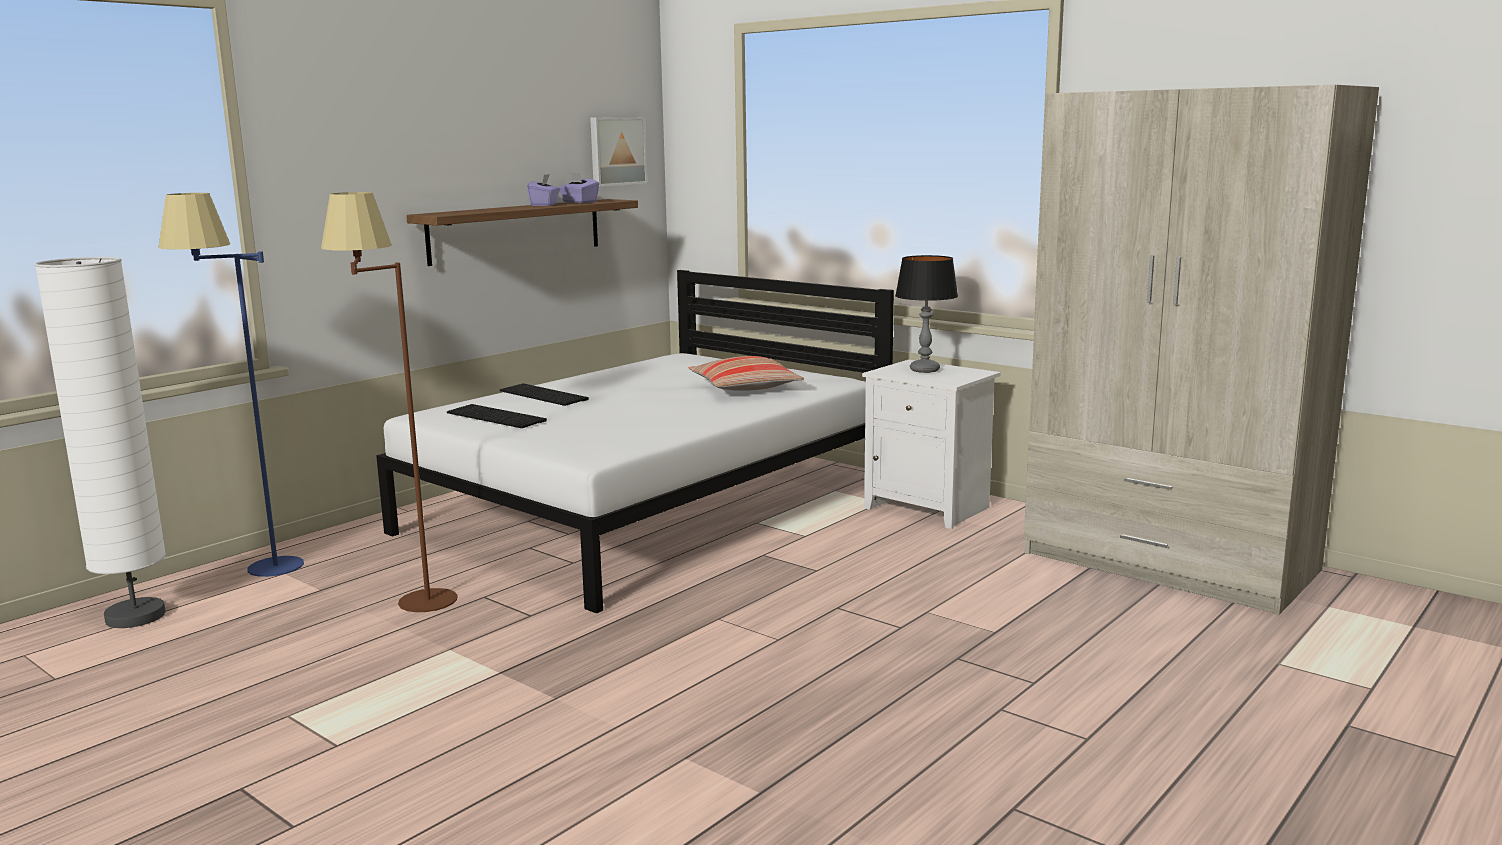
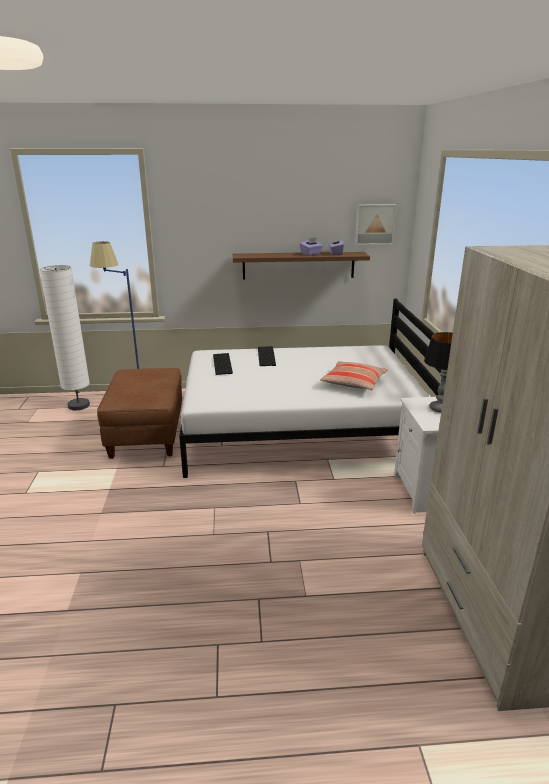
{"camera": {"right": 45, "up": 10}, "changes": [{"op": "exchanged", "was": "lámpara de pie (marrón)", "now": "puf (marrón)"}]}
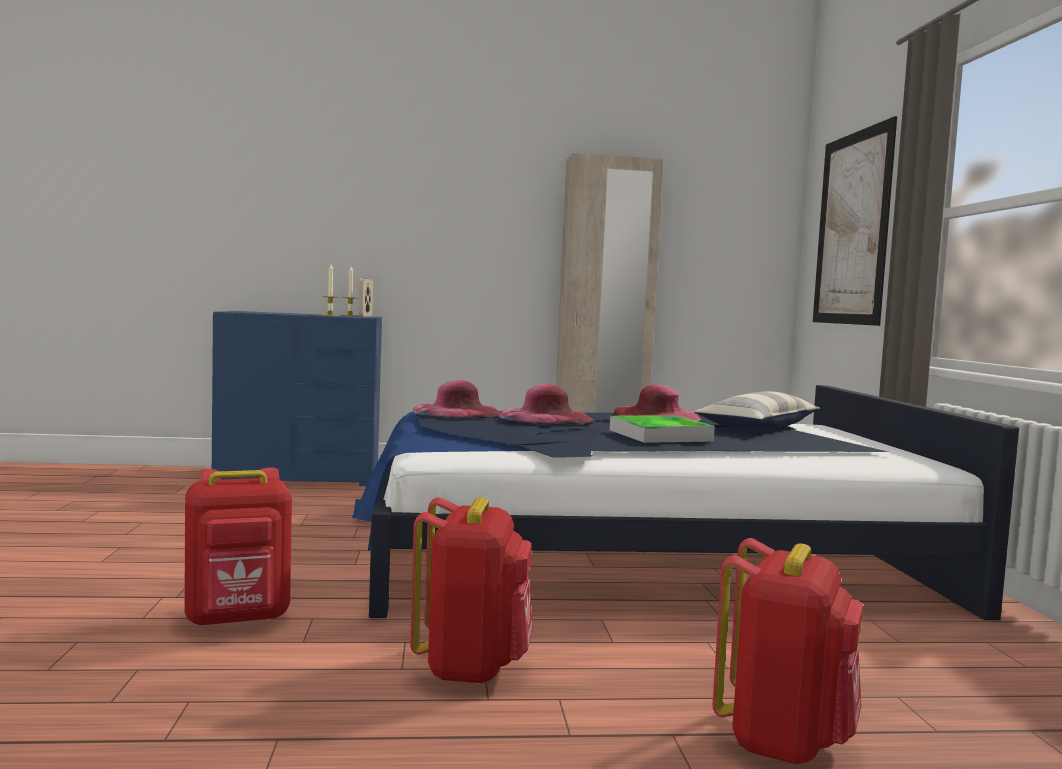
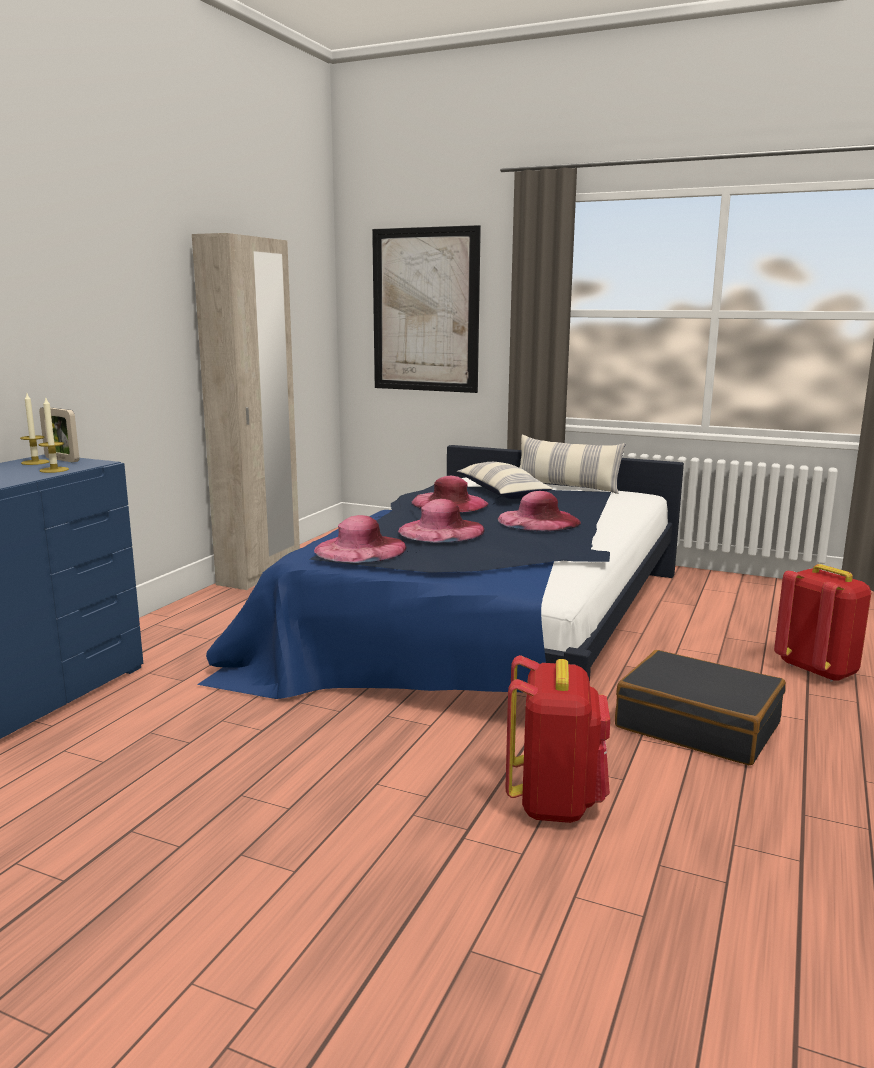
{"camera": {"right": -60, "up": 10}, "changes": [{"op": "exchanged", "was": "bandeja", "now": "sombrero (rosa) (no. 4 from left)"}, {"op": "exchanged", "was": "mochila (rojo) (no. 2 from left)", "now": "maleta (negro)"}, {"op": "appeared", "now": "cojín (no. 2 from left)"}]}
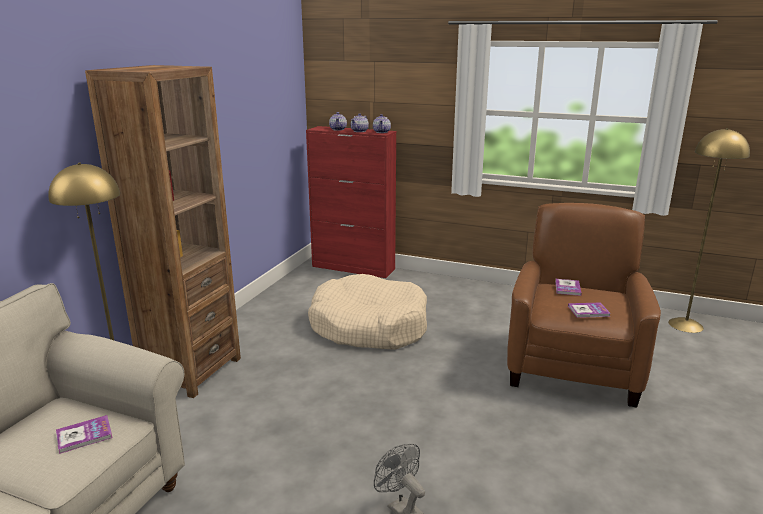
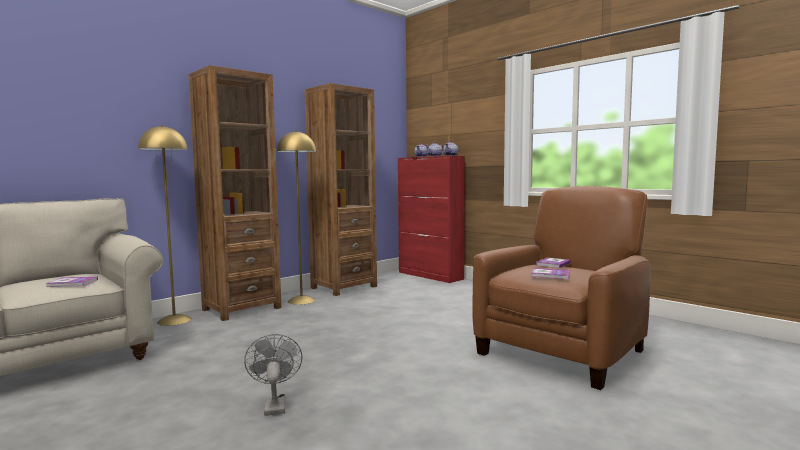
{"camera": {"right": 25, "up": -15}, "changes": [{"op": "relocated", "was": "lámpara de pie (amarillo) (no. 2 from left)"}, {"op": "missing", "was": "cama para perro (beis)"}, {"op": "appeared", "now": "estantería (marrón) (no. 2 from left)"}]}
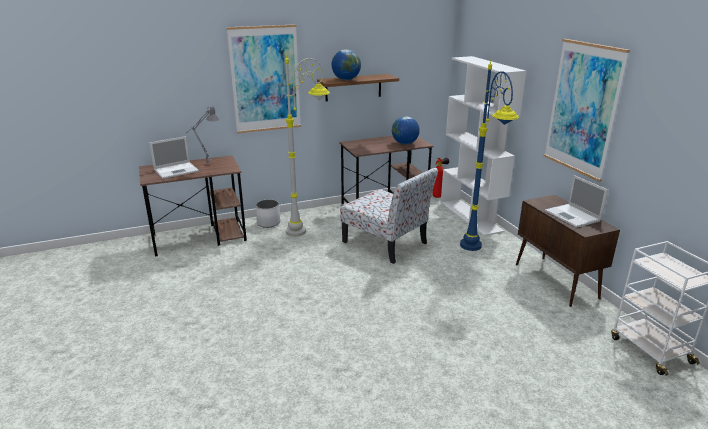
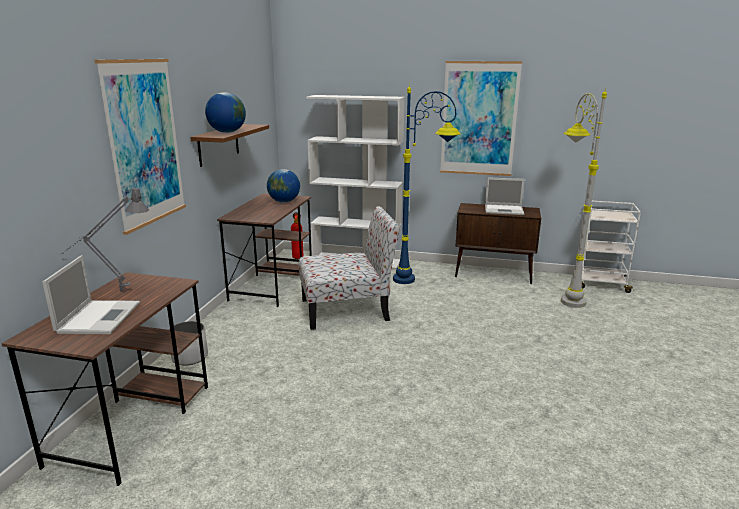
{"camera": {"right": -55, "up": -5}, "changes": [{"op": "relocated", "was": "lámpara de pie (gris)"}]}
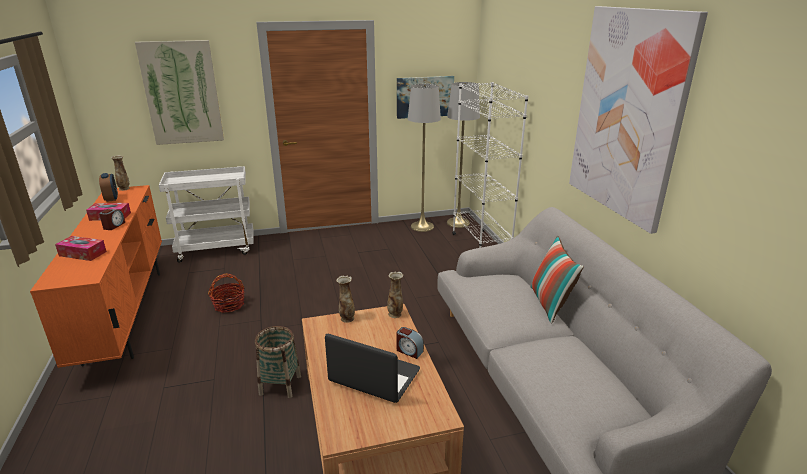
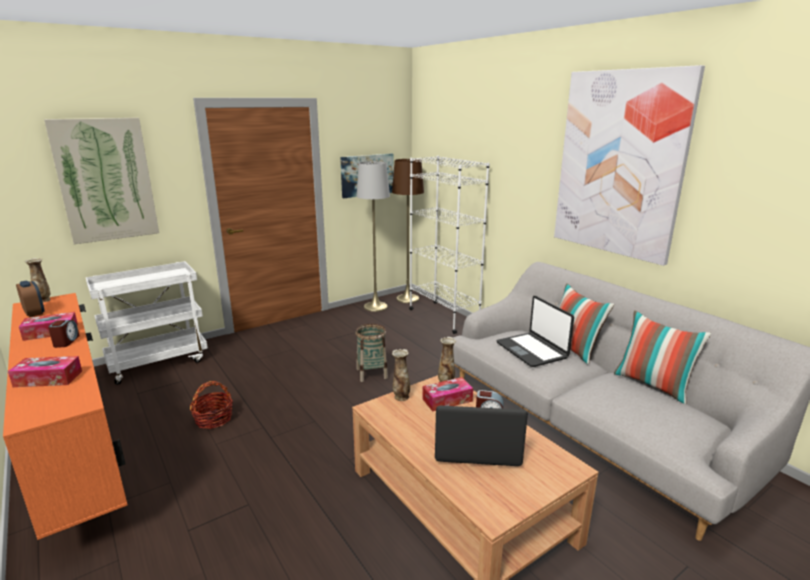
{"camera": {"right": -20, "up": -5}, "changes": [{"op": "colour", "was": "lámpara de pie (gris) (no. 2 from left)", "now": "lámpara de pie (marrón)"}, {"op": "relocated", "was": "cesta (no. 2 from left)"}, {"op": "appeared", "now": "portátil (no. 2 from left)"}, {"op": "appeared", "now": "cojín (no. 2 from left)"}, {"op": "appeared", "now": "caja de pañuelos (no. 3 from left)"}]}
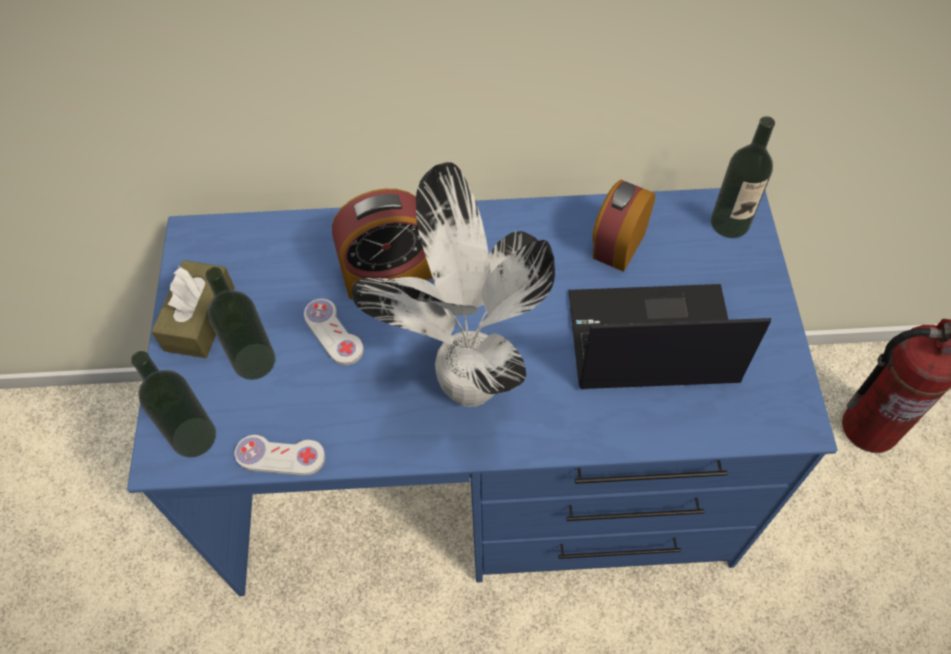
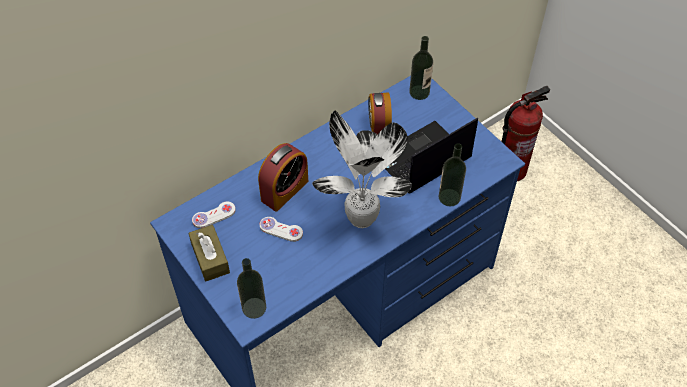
{"camera": {"right": -35, "up": -5}, "changes": [{"op": "relocated", "was": "botella (no. 2 from left in the first image)", "now": "botella (no. 3 from left)"}, {"op": "relocated", "was": "mando de consola (blanco) (no. 1 from left)"}]}
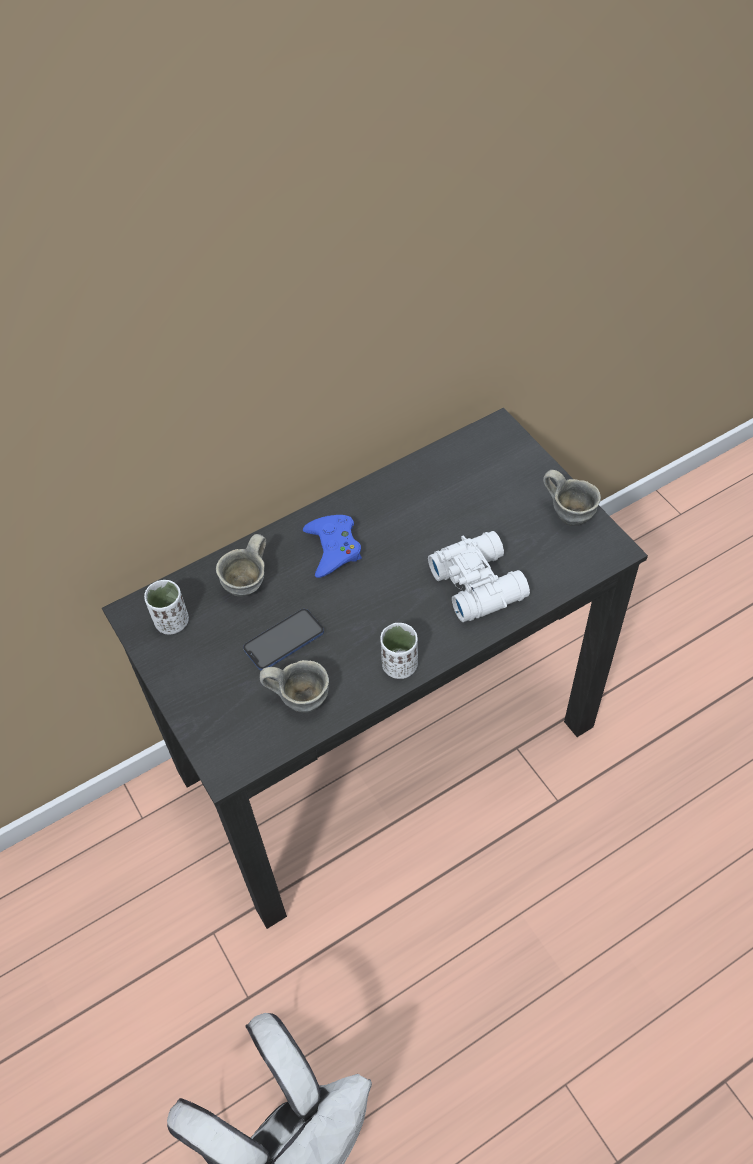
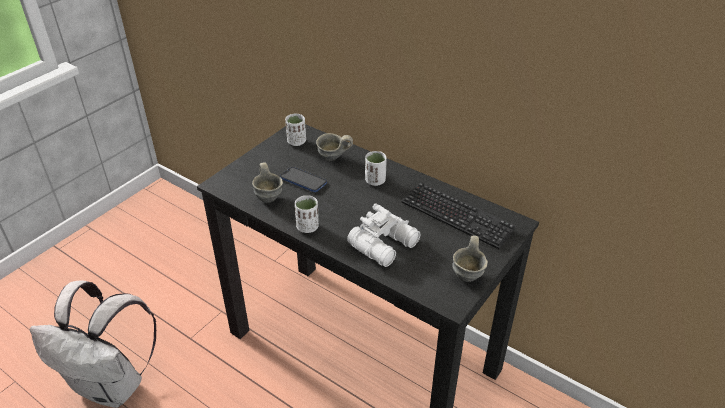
{"camera": {"right": 65, "up": -15}, "changes": [{"op": "exchanged", "was": "mando de consola (azul)", "now": "taza (blanco) (no. 3 from left)"}, {"op": "appeared", "now": "teclado"}]}
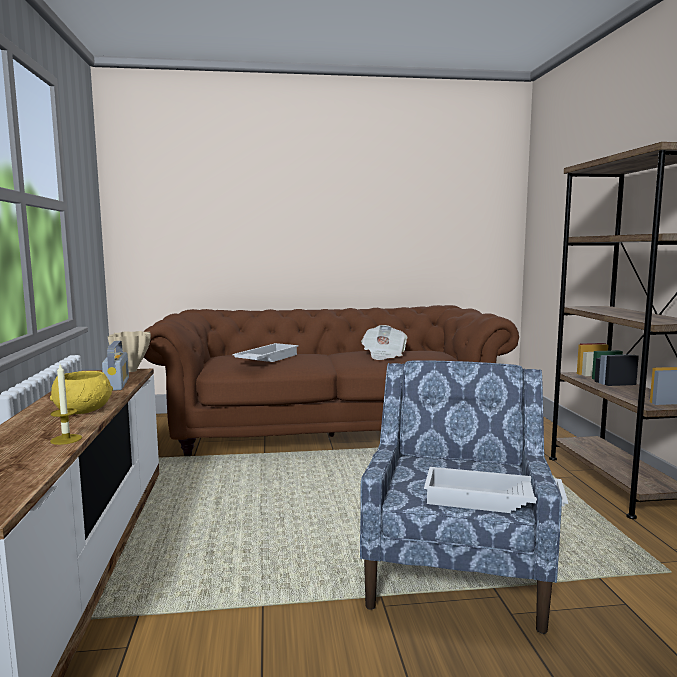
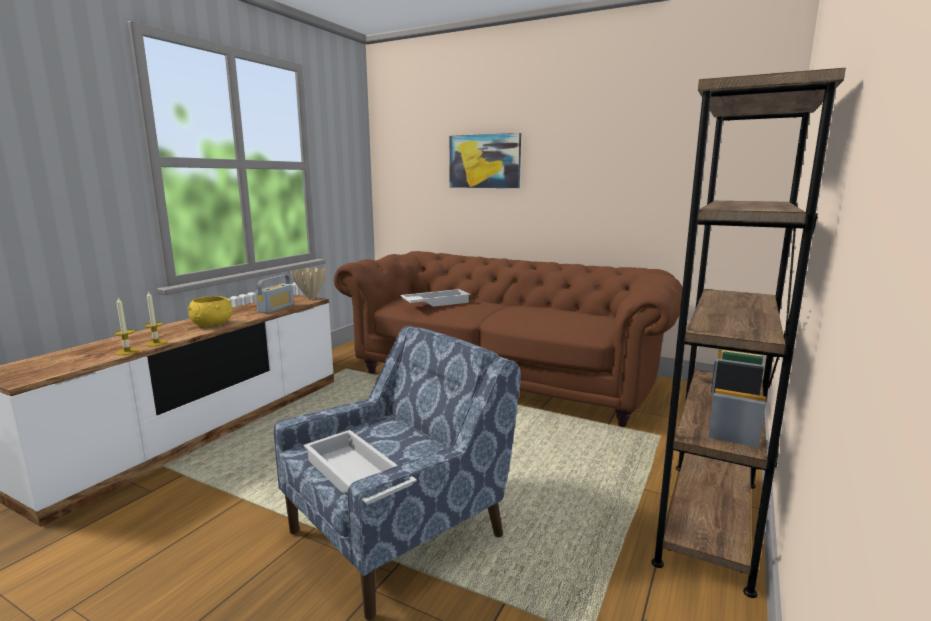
{"camera": {"right": 35, "up": 5}, "changes": [{"op": "missing", "was": "periódico"}, {"op": "appeared", "now": "cuadro"}, {"op": "appeared", "now": "vela (no. 1 from left)"}]}
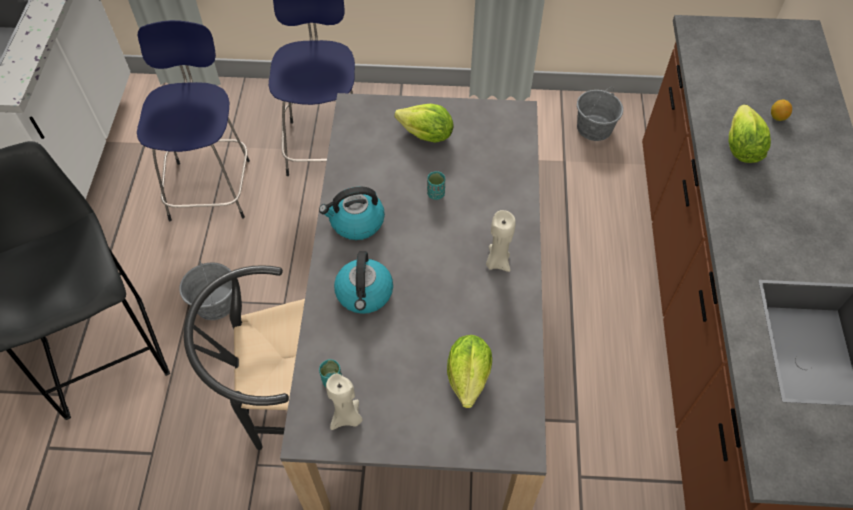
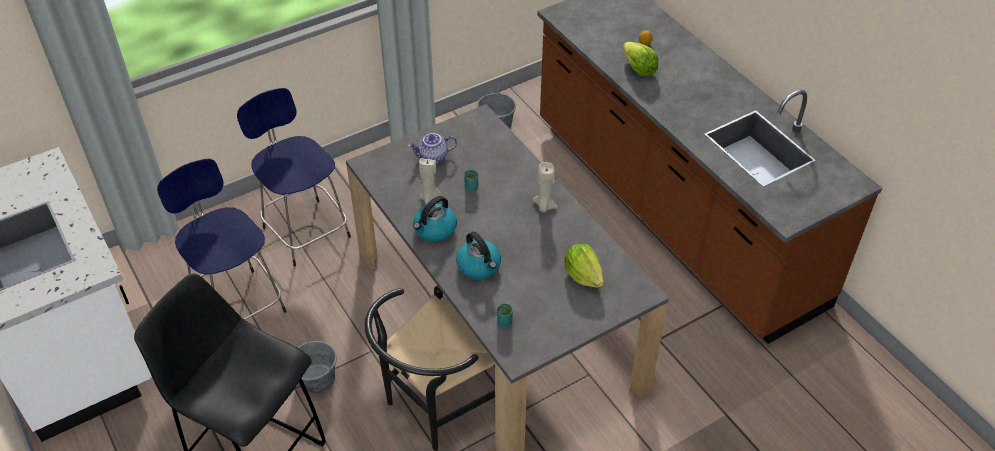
{"camera": {"right": -35, "up": -10}, "changes": [{"op": "exchanged", "was": "lechuga (no. 1 from left)", "now": "tetera"}, {"op": "relocated", "was": "vela (beis) (no. 1 from left)"}]}
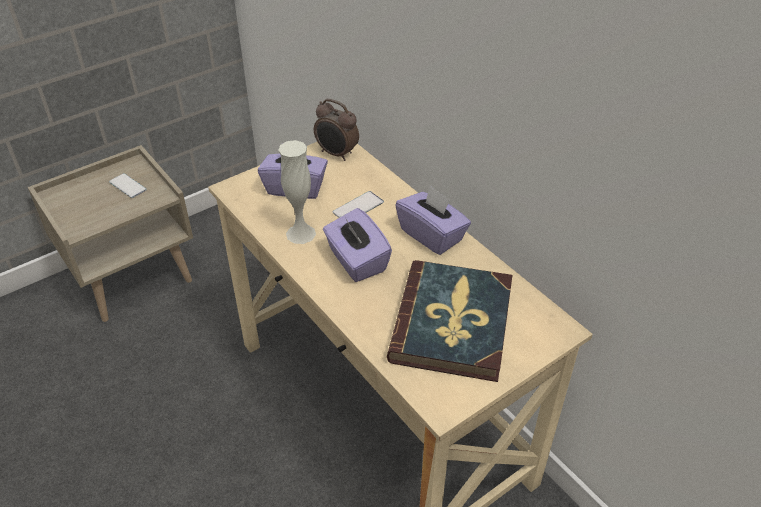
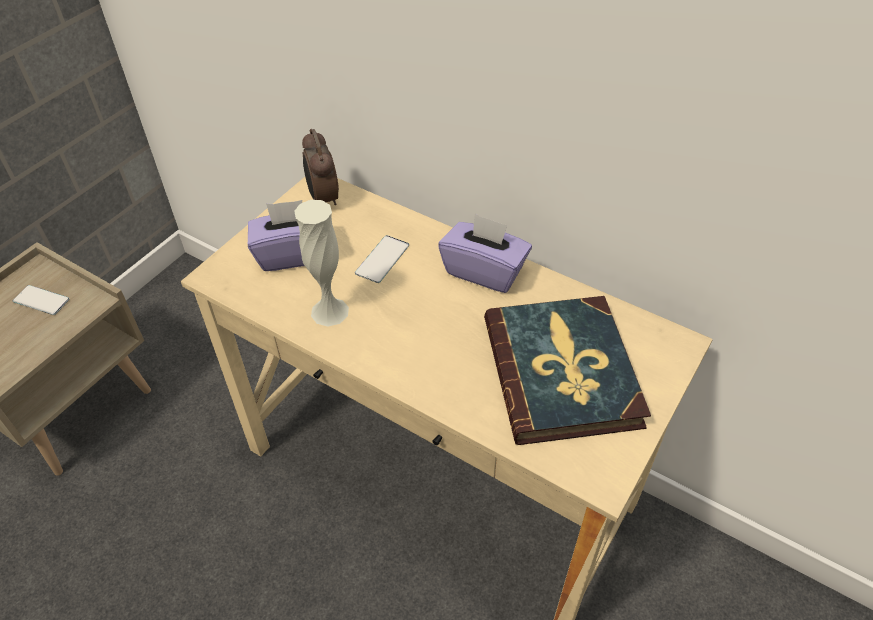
{"camera": {"right": -20, "up": 5}, "changes": [{"op": "spun", "was": "despertador", "clockwise": 60}, {"op": "missing", "was": "caja de pañuelos (morado) (no. 2 from left)"}]}
